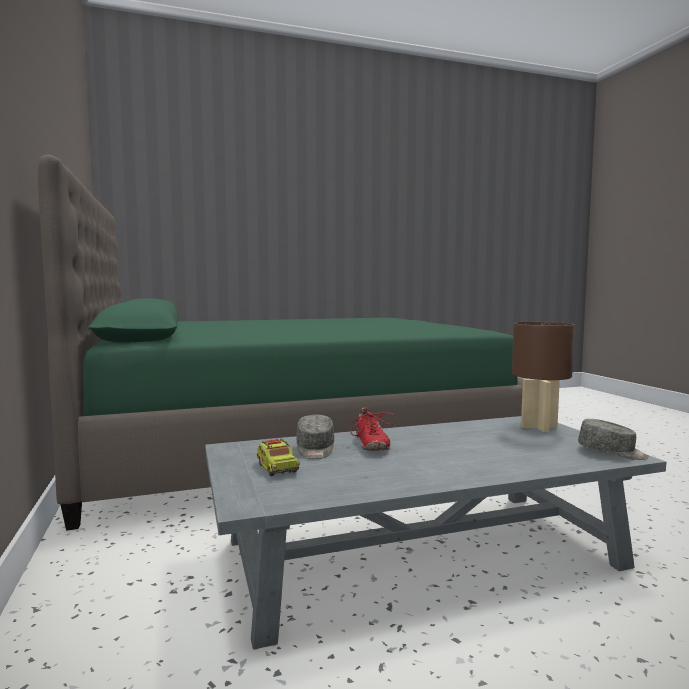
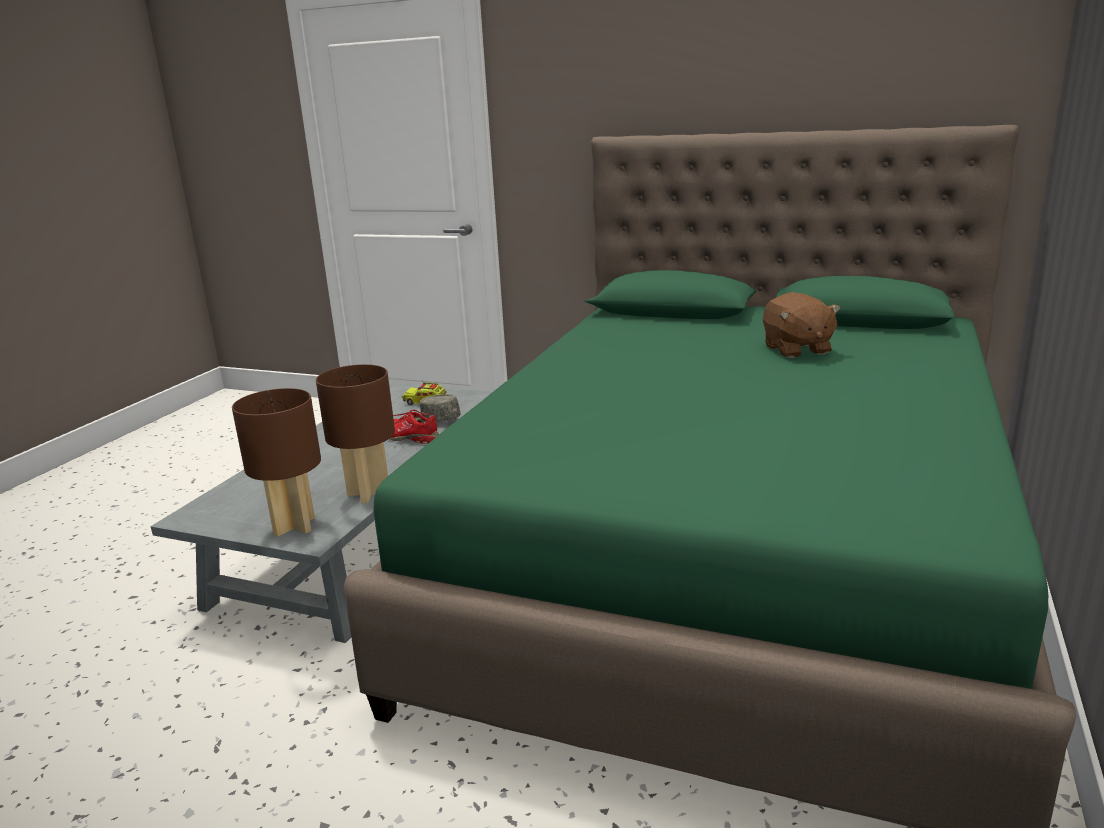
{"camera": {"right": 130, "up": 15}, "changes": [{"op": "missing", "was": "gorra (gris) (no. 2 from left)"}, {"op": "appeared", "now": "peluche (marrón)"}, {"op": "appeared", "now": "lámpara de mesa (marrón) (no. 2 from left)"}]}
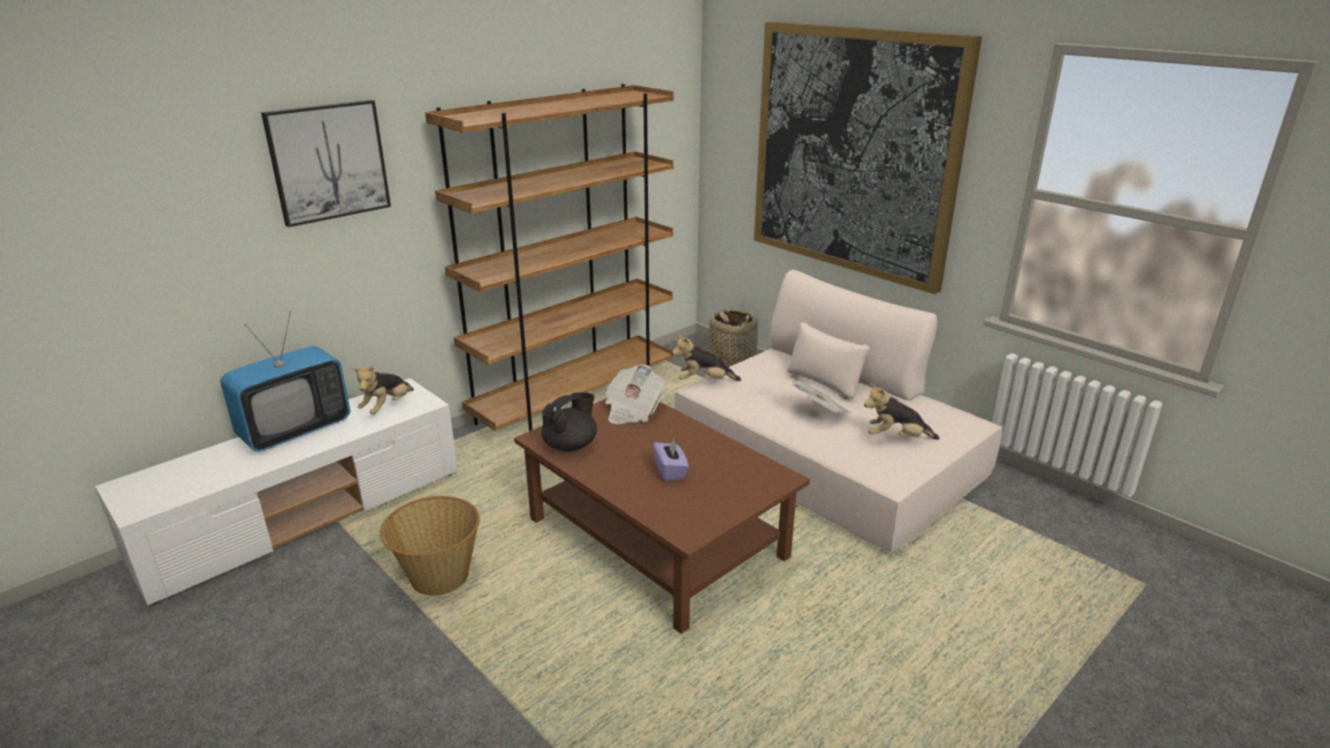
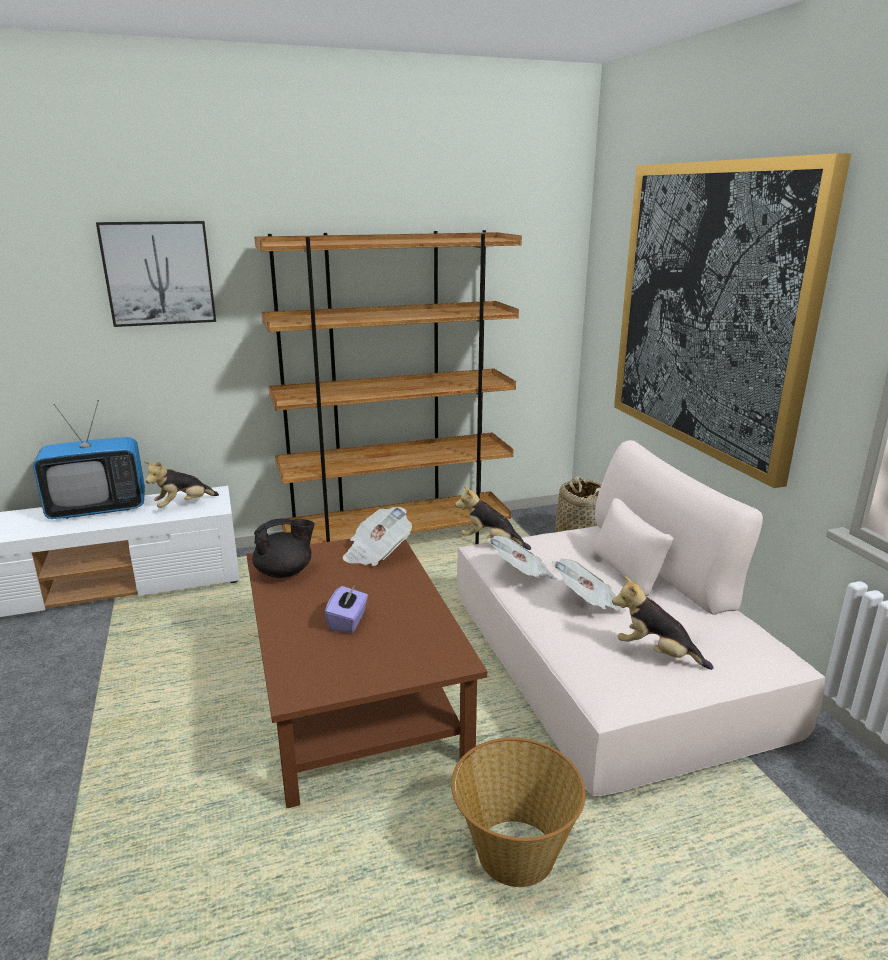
{"camera": {"right": 25, "up": -5}, "changes": [{"op": "relocated", "was": "cesta (no. 1 from left)"}, {"op": "appeared", "now": "periódico (no. 2 from left)"}]}
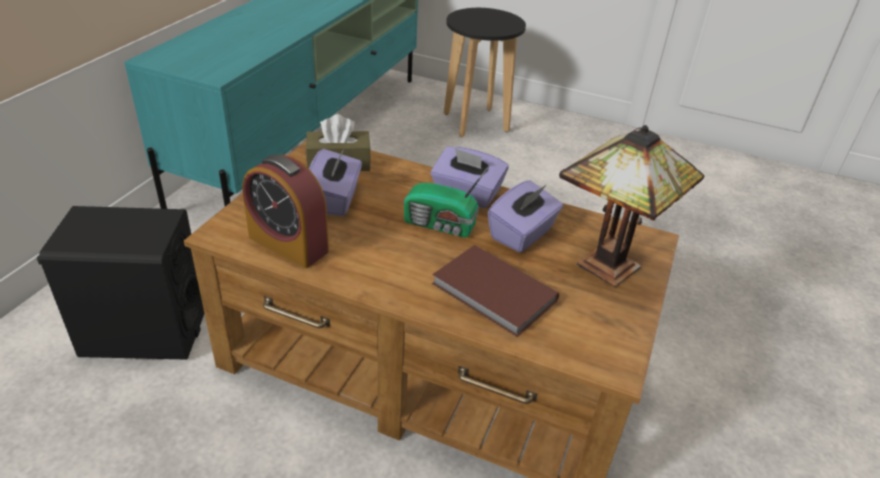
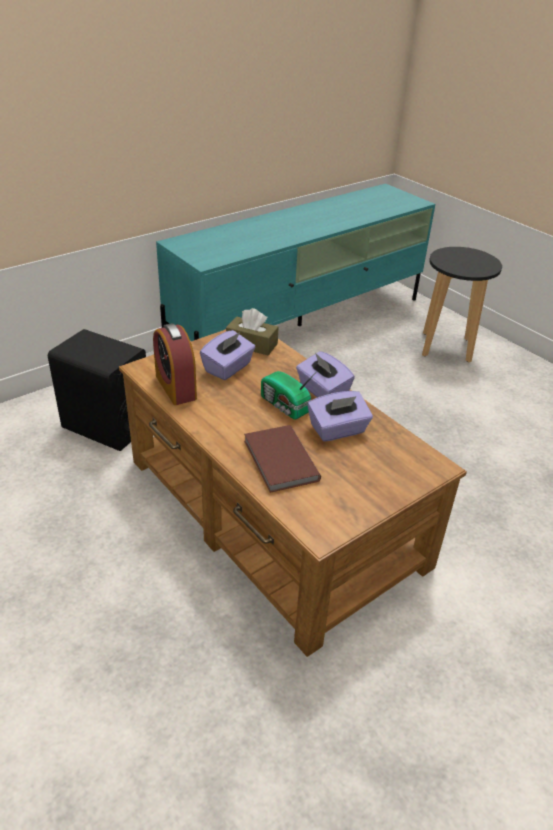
{"camera": {"right": 30, "up": 0}, "changes": [{"op": "missing", "was": "lámpara de mesa"}]}
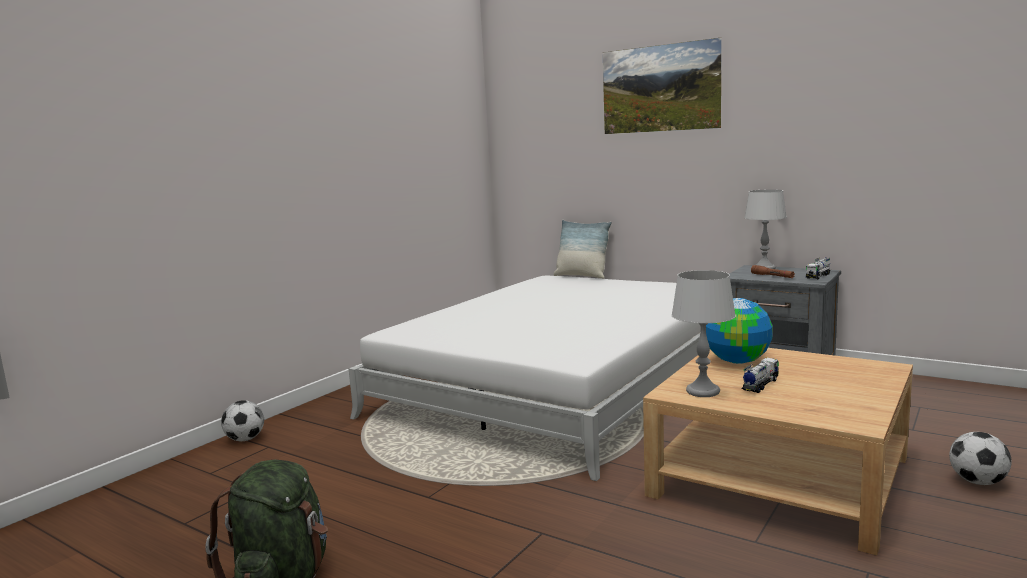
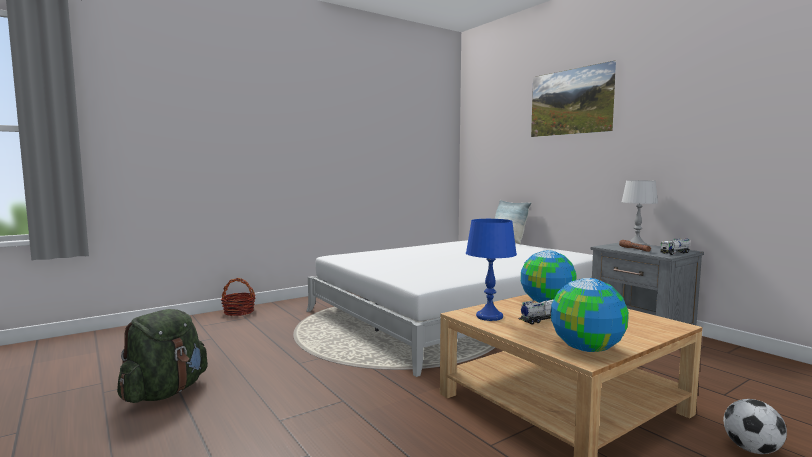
{"camera": {"right": 20, "up": -5}, "changes": [{"op": "colour", "was": "lámpara de mesa (gris) (no. 1 from left)", "now": "lámpara de mesa (azul)"}, {"op": "exchanged", "was": "balón de fútbol (no. 1 from left)", "now": "cesta"}, {"op": "appeared", "now": "globo terráqueo (no. 2 from left)"}]}
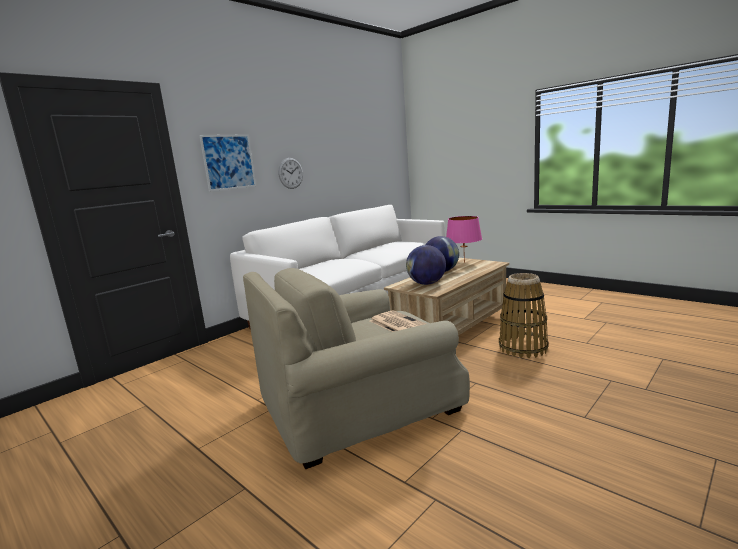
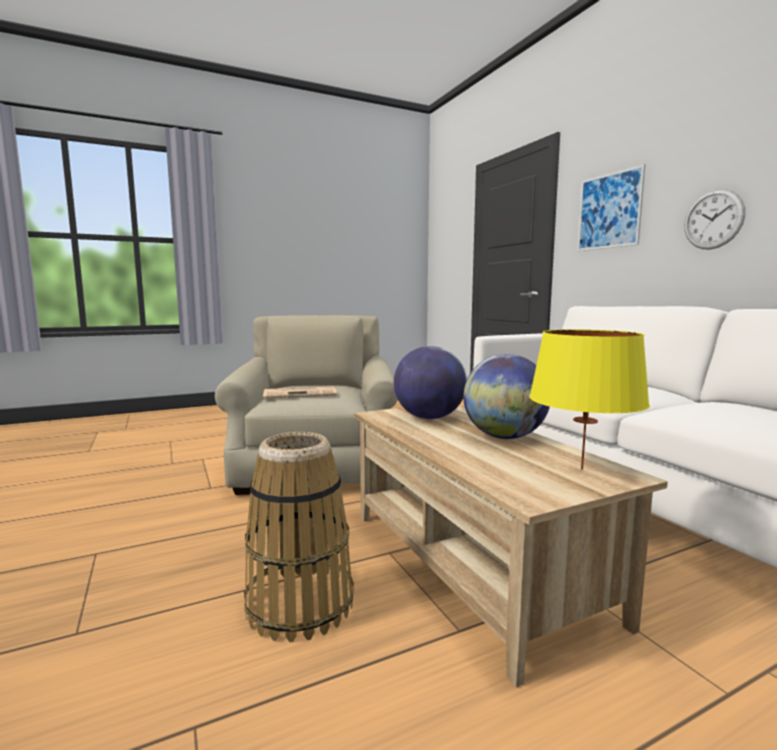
{"camera": {"right": 110, "up": -5}, "changes": [{"op": "colour", "was": "lámpara de mesa (rosa)", "now": "lámpara de mesa (amarillo)"}]}
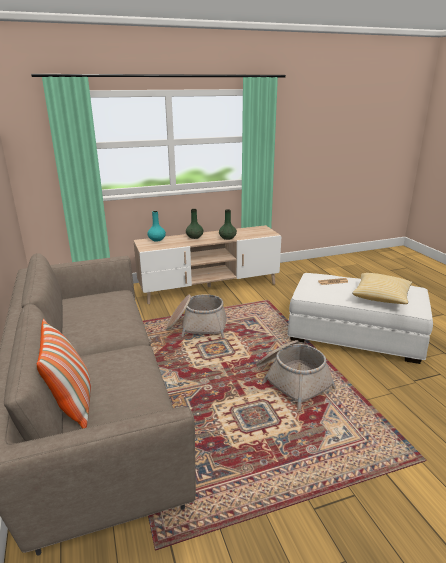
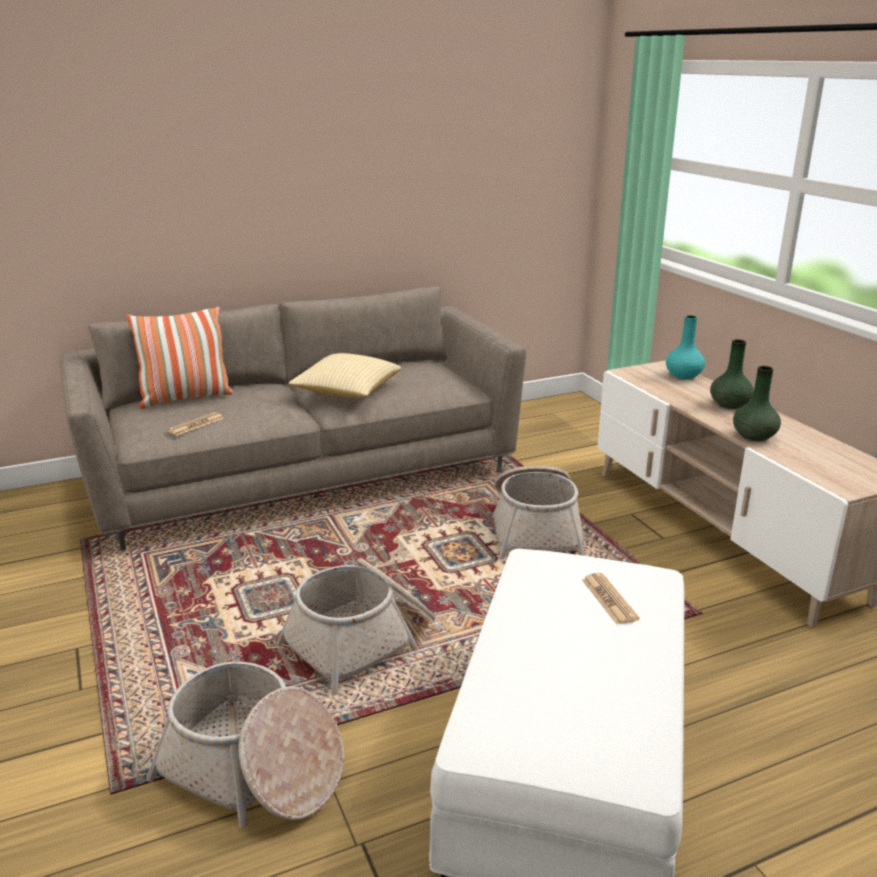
{"camera": {"right": 85, "up": 0}, "changes": [{"op": "relocated", "was": "cojín (no. 2 from left)"}, {"op": "appeared", "now": "periódico (no. 1 from left)"}, {"op": "appeared", "now": "cesta (no. 1 from left)"}]}
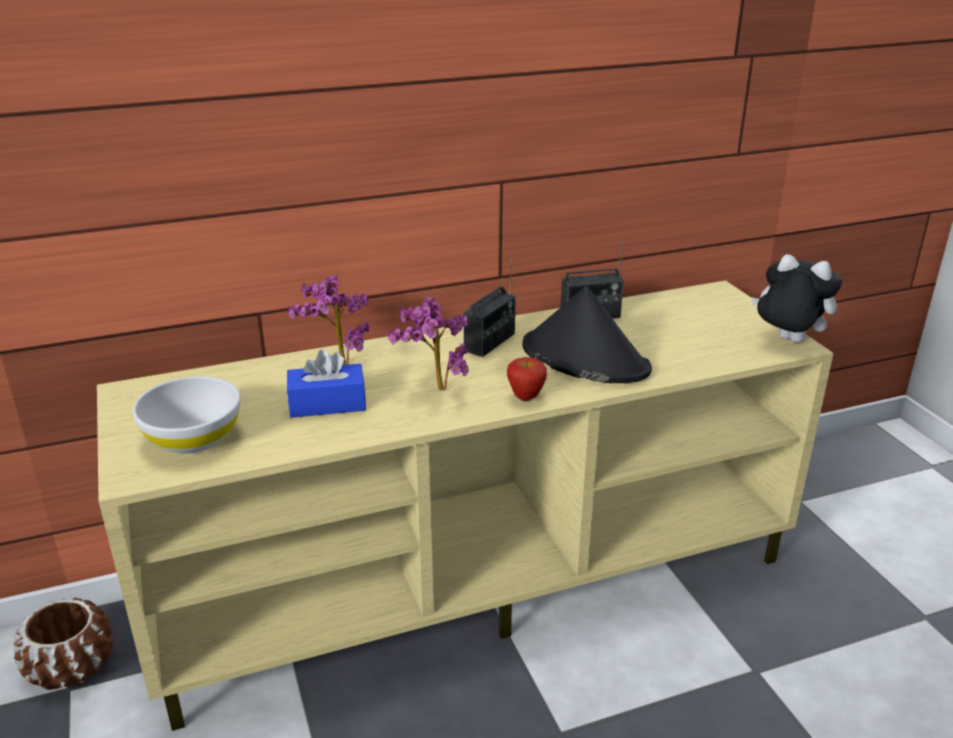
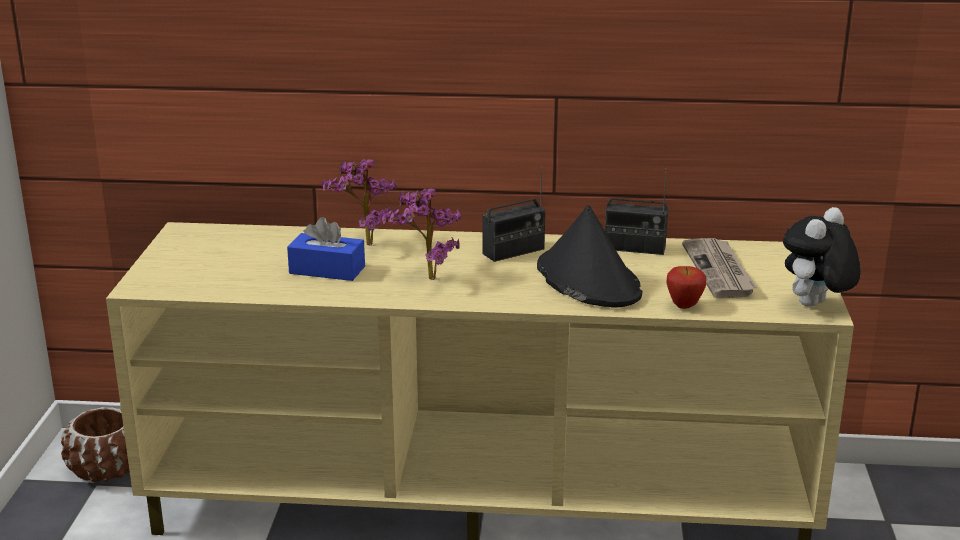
{"camera": {"right": 25, "up": -5}, "changes": [{"op": "spun", "was": "peluche", "clockwise": -105}, {"op": "relocated", "was": "manzana"}, {"op": "missing", "was": "cuenco (blanco)"}, {"op": "appeared", "now": "periódico"}]}
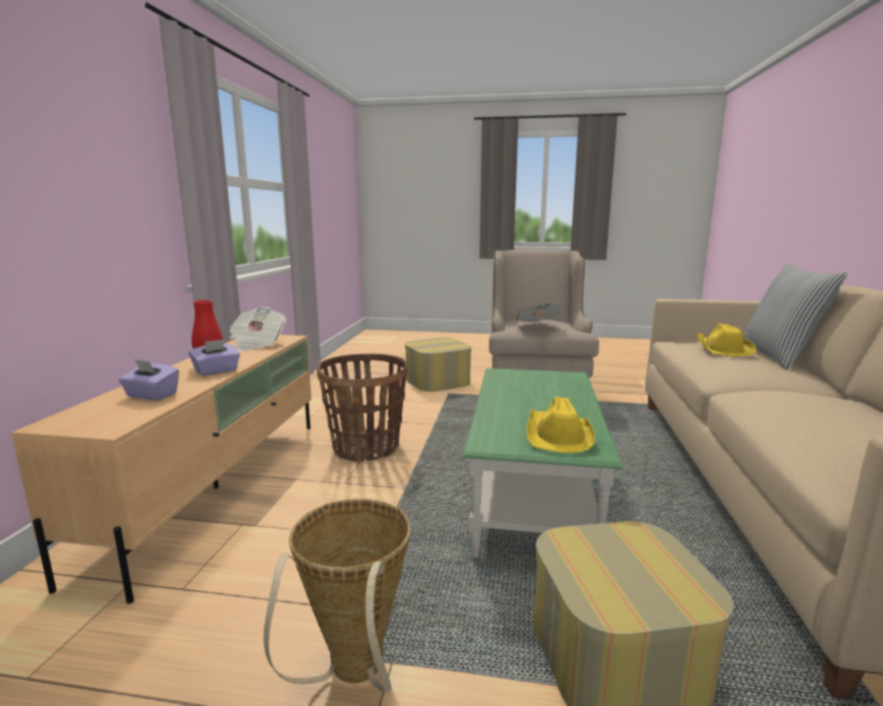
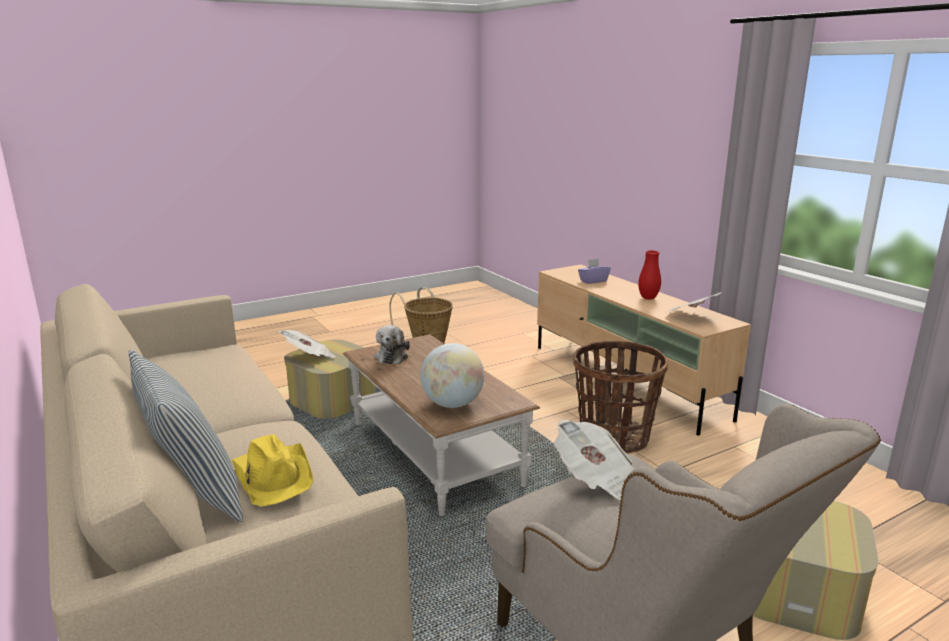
{"camera": {"right": 140, "up": 5}, "changes": [{"op": "missing", "was": "caja de pañuelos (morado) (no. 2 from left)"}, {"op": "colour", "was": "mesa de centro (verde)", "now": "mesa de centro (marrón)"}, {"op": "exchanged", "was": "sombrero (amarillo) (no. 1 from left)", "now": "peluche"}, {"op": "appeared", "now": "periódico (no. 1 from left)"}, {"op": "appeared", "now": "globo terráqueo"}]}
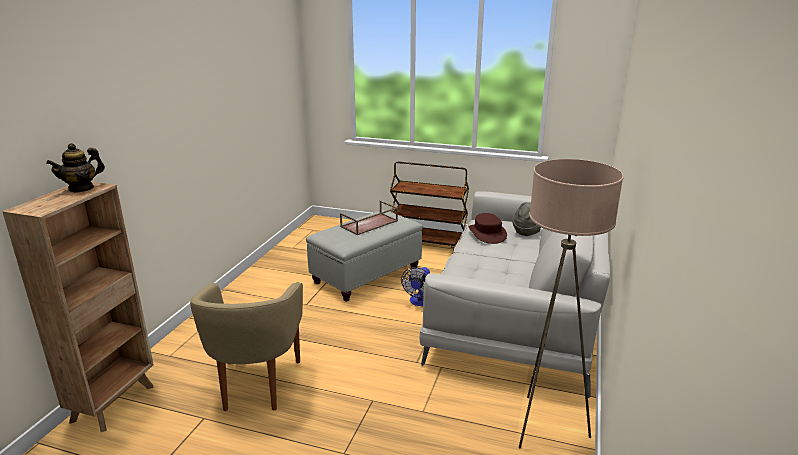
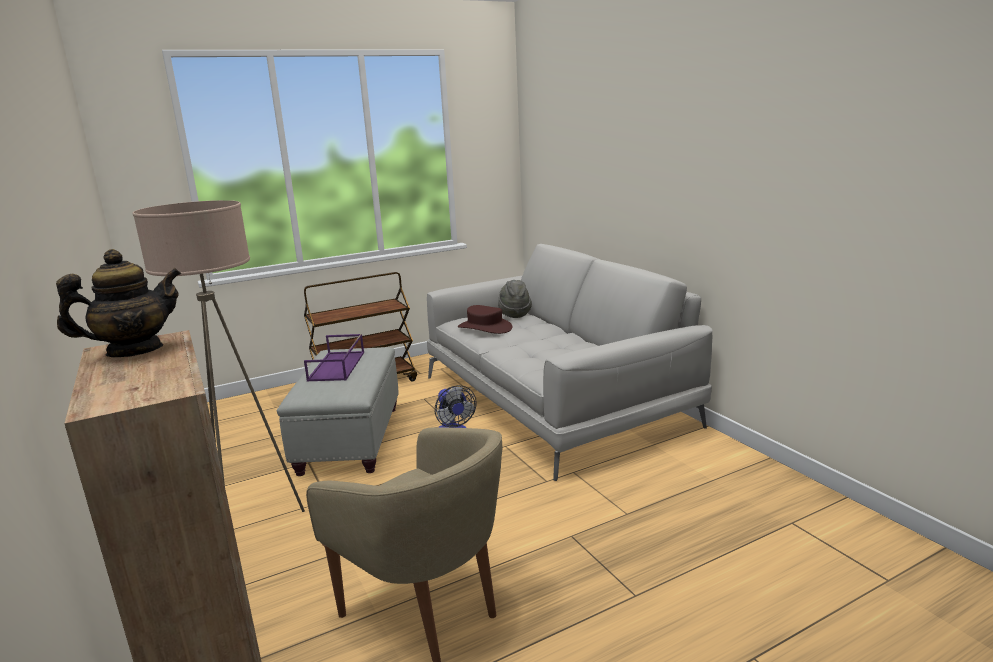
{"camera": {"right": -45, "up": -5}, "changes": [{"op": "spun", "was": "tetera", "clockwise": -120}, {"op": "relocated", "was": "lámpara de pie (beis)"}, {"op": "colour", "was": "bandeja (marrón)", "now": "bandeja (morado)"}]}
